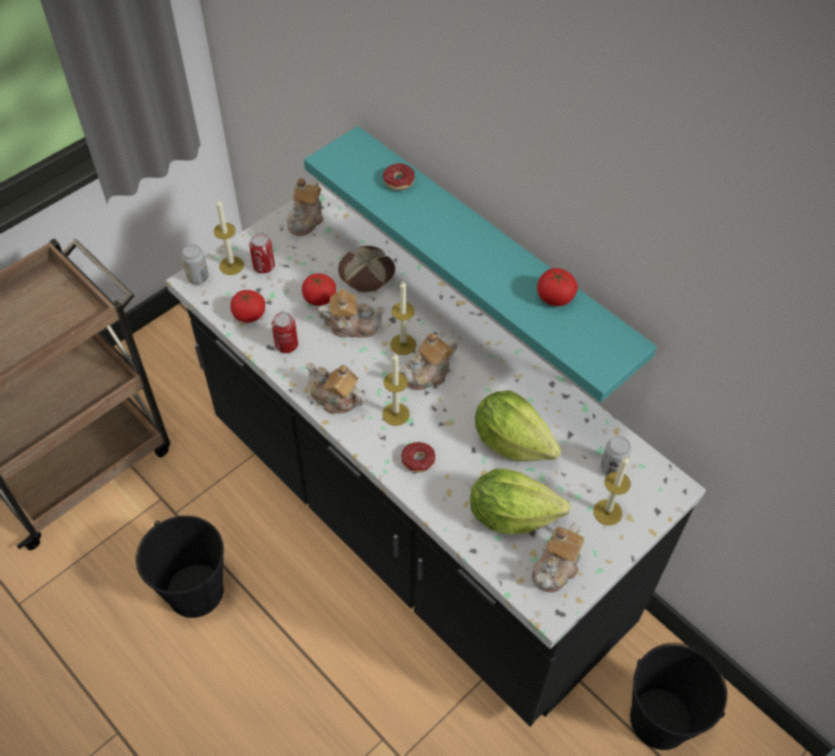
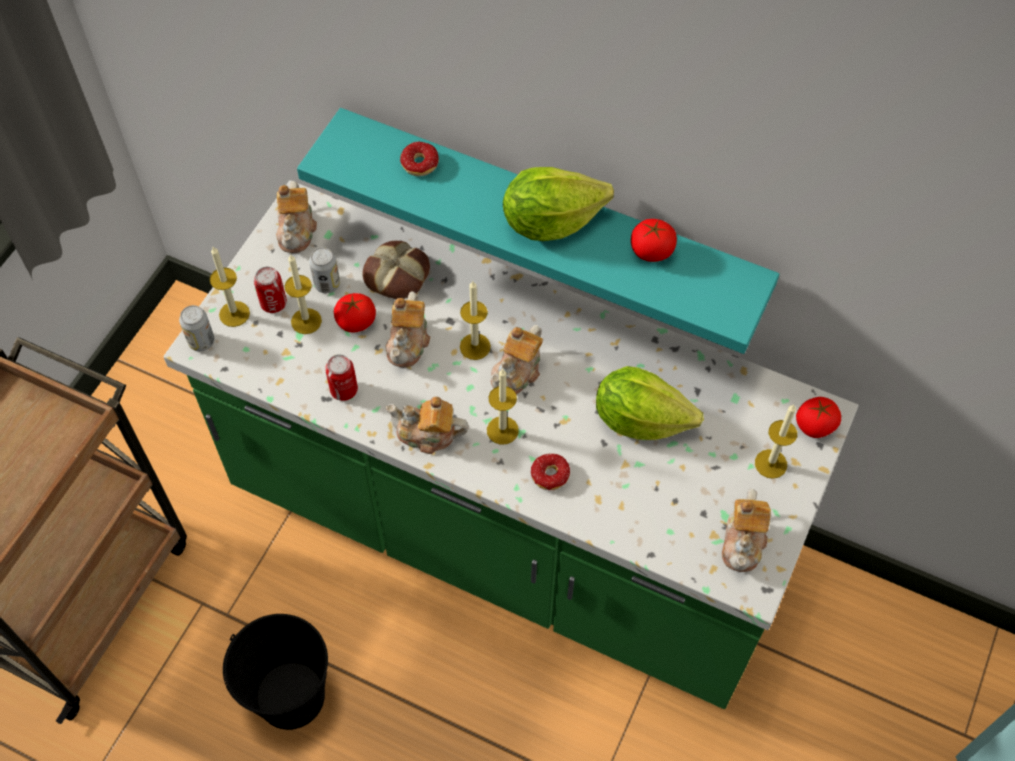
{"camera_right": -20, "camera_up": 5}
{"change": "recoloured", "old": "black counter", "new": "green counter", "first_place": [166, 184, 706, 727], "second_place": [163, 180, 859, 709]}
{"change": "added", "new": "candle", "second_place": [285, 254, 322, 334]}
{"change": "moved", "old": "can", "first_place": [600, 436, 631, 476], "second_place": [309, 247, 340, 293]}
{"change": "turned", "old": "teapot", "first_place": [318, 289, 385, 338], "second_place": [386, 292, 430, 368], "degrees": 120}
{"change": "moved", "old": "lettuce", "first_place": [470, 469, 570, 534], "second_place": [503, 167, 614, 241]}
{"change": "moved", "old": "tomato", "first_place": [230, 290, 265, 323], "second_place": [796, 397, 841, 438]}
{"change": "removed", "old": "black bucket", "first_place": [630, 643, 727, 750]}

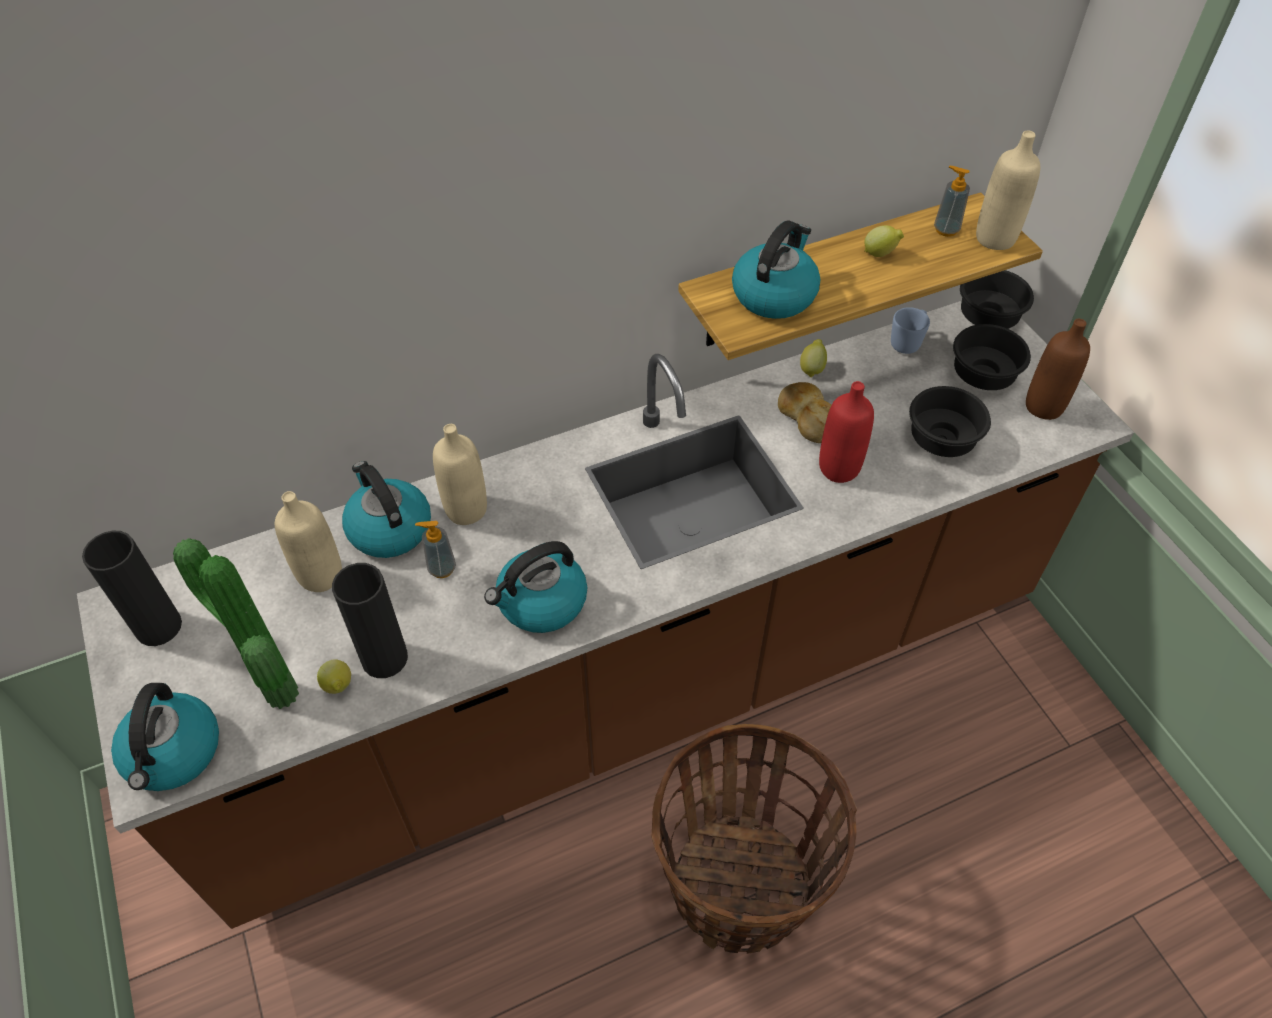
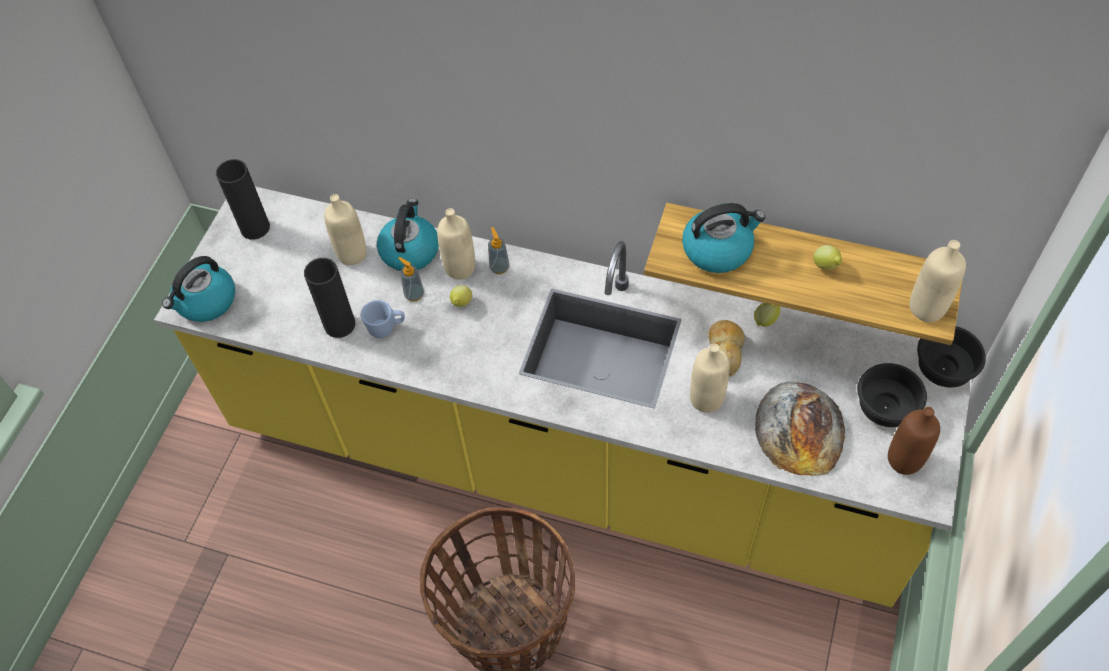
{"camera_right": 45, "camera_up": 5}
{"change": "recoloured", "old": "brown counter", "new": "yellow counter", "first_place": [77, 301, 1134, 929], "second_place": [154, 187, 972, 607]}
{"change": "moved", "old": "blue mug", "first_place": [891, 307, 930, 354], "second_place": [361, 300, 405, 338]}
{"change": "moved", "old": "lemon", "first_place": [317, 659, 351, 694], "second_place": [450, 285, 472, 307]}
{"change": "moved", "old": "soap dispenser", "first_place": [934, 166, 970, 237], "second_place": [488, 227, 510, 274]}
{"change": "recoloured", "old": "red bottle", "new": "beige bottle", "first_place": [819, 381, 874, 483], "second_place": [690, 344, 730, 413]}
{"change": "replaced", "old": "black bowl", "new": "bread", "first_place": [909, 386, 991, 457], "second_place": [755, 381, 845, 476]}
{"change": "removed", "old": "potted plant", "first_place": [173, 538, 299, 709]}
{"change": "removed", "old": "kettle", "first_place": [484, 541, 587, 633]}

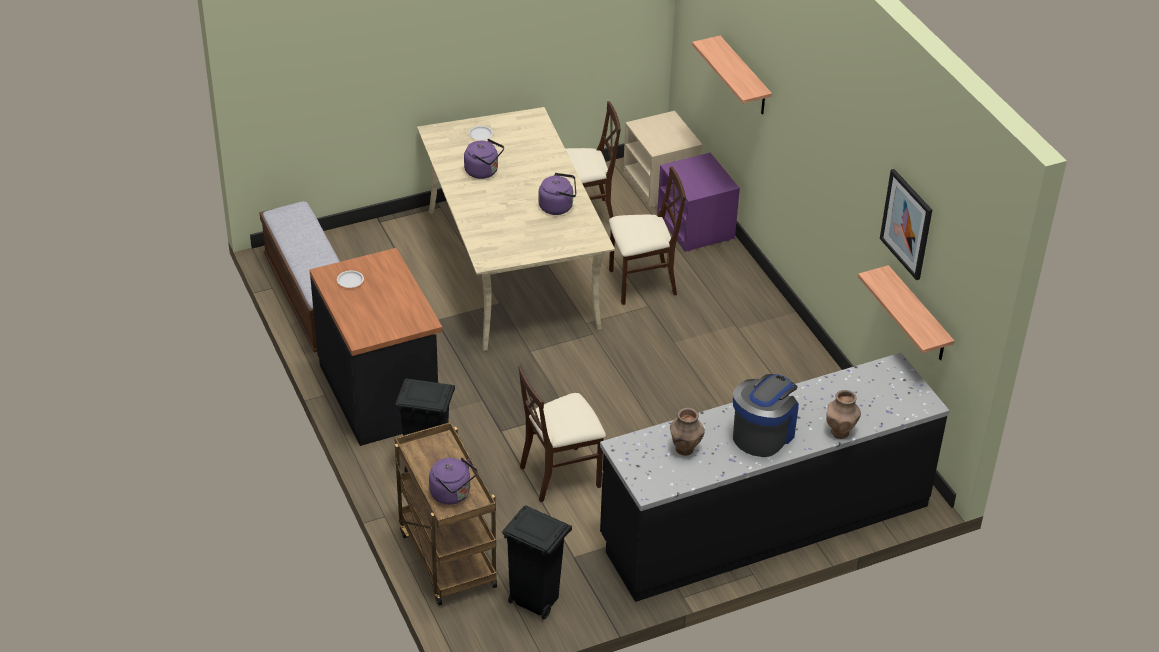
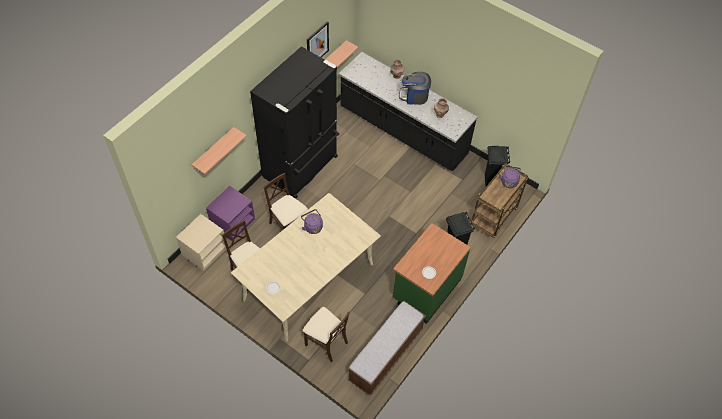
{"camera_right": -120, "camera_up": 15}
{"change": "added", "new": "black fridge", "second_place": [250, 46, 339, 199]}
{"change": "moved", "old": "beige chair", "first_place": [518, 365, 606, 502], "second_place": [302, 307, 350, 362]}
{"change": "recoloured", "old": "black counter", "new": "green counter", "first_place": [310, 248, 442, 446], "second_place": [393, 223, 471, 324]}
{"change": "removed", "old": "purple kettle", "first_place": [464, 139, 504, 179]}

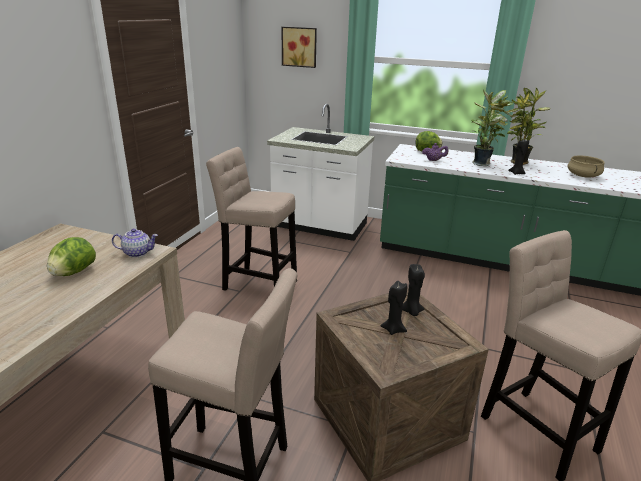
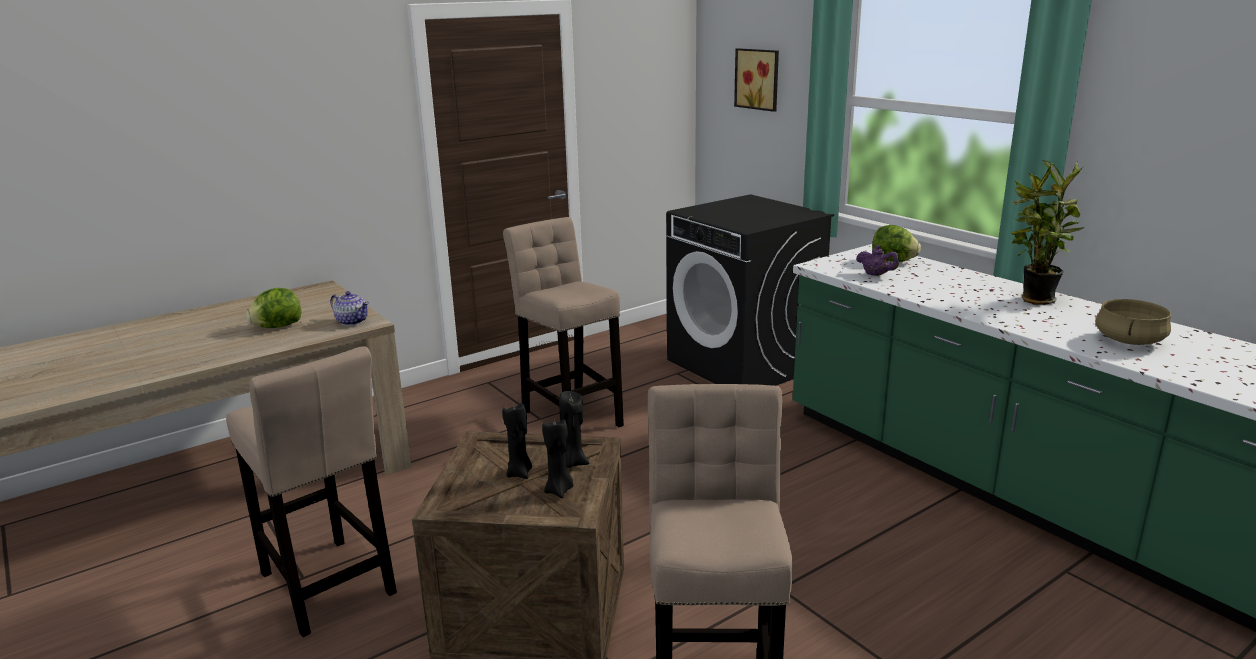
{"camera_right": 35, "camera_up": -5}
{"change": "moved", "old": "black candle", "first_place": [508, 139, 529, 175], "second_place": [542, 419, 574, 498]}
{"change": "replaced", "old": "white counter", "new": "black washing machine", "first_place": [267, 104, 374, 241], "second_place": [666, 194, 834, 386]}
{"change": "removed", "old": "potted plant", "first_place": [471, 90, 515, 166]}

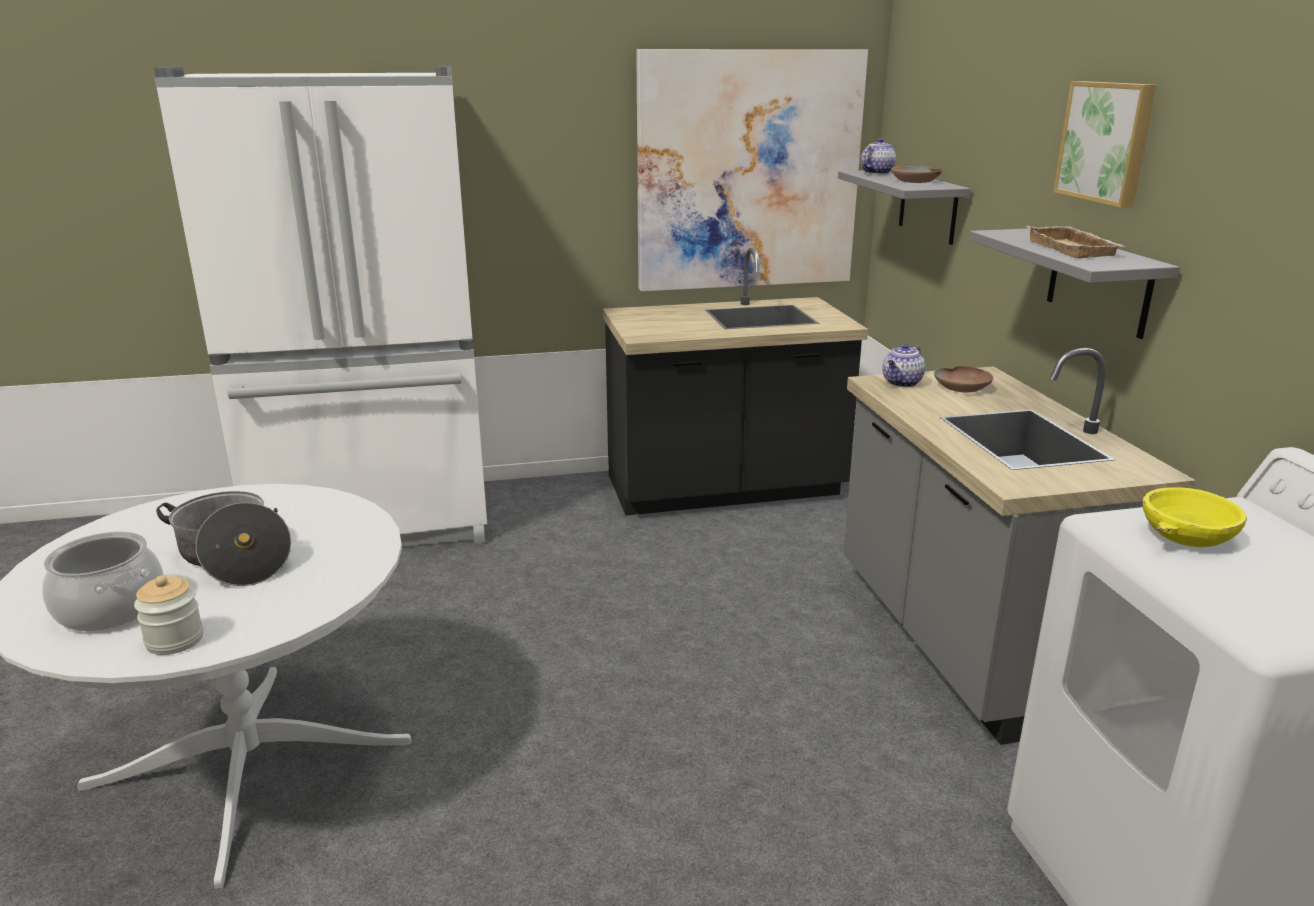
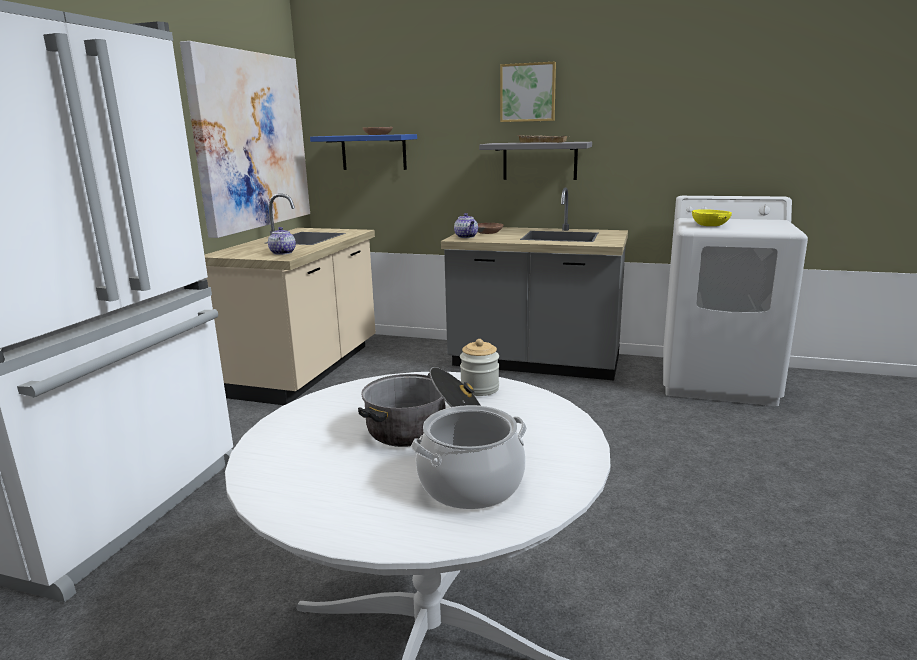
{"camera_right": -60, "camera_up": -5}
{"change": "recoloured", "old": "black counter", "new": "beige counter", "first_place": [603, 248, 868, 516], "second_place": [205, 193, 376, 405]}
{"change": "moved", "old": "teapot", "first_place": [861, 138, 896, 174], "second_place": [268, 227, 296, 255]}
{"change": "recoloured", "old": "grey shelf", "new": "blue shelf", "first_place": [838, 170, 971, 245], "second_place": [310, 134, 417, 170]}
{"change": "moved", "old": "jar", "first_place": [134, 576, 203, 655], "second_place": [460, 339, 499, 396]}

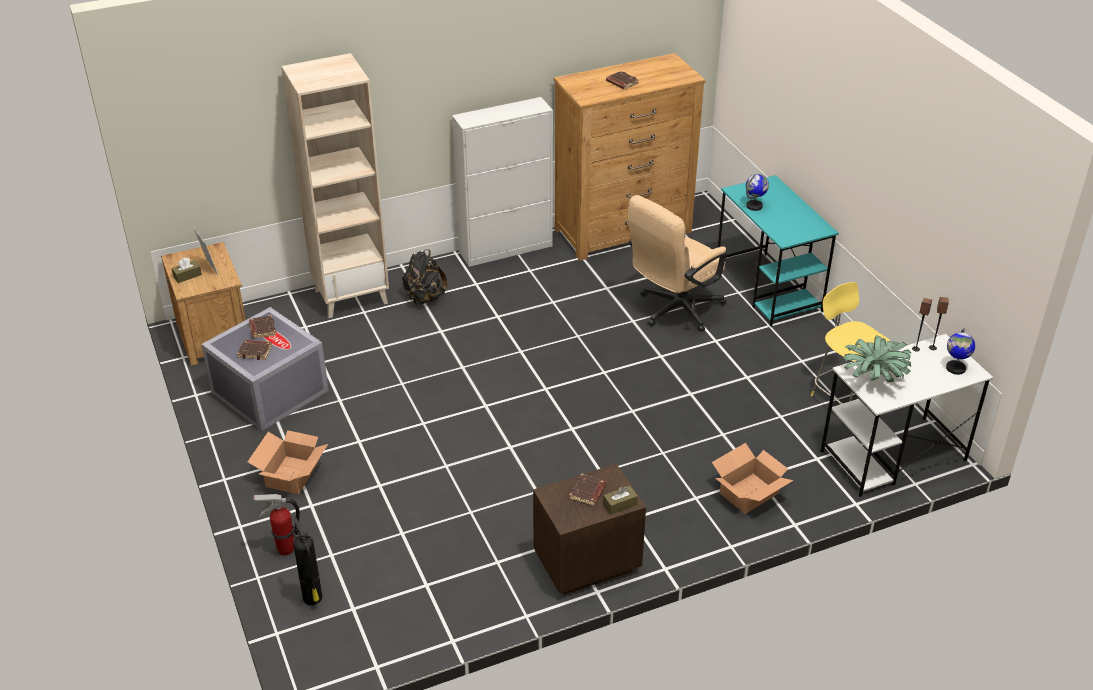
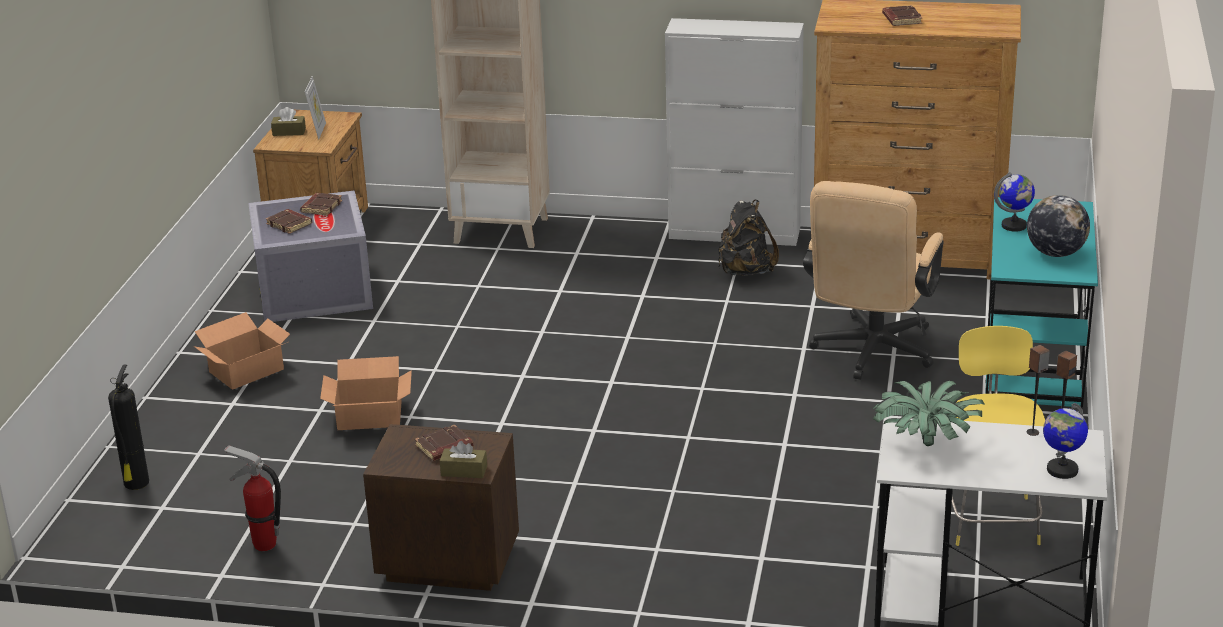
{"camera_right": 35, "camera_up": -10}
{"change": "moved", "old": "fire extinguisher", "first_place": [254, 494, 300, 555], "second_place": [224, 445, 281, 551]}
{"change": "moved", "old": "cardboard box", "first_place": [712, 443, 794, 514], "second_place": [320, 356, 412, 430]}
{"change": "moved", "old": "black backpack", "first_place": [402, 249, 448, 305], "second_place": [718, 200, 779, 275]}
{"change": "turned", "old": "beige office chair", "first_place": [628, 195, 726, 331], "second_place": [803, 181, 944, 380], "degrees": -60}
{"change": "added", "new": "globe", "second_place": [1027, 195, 1090, 257]}

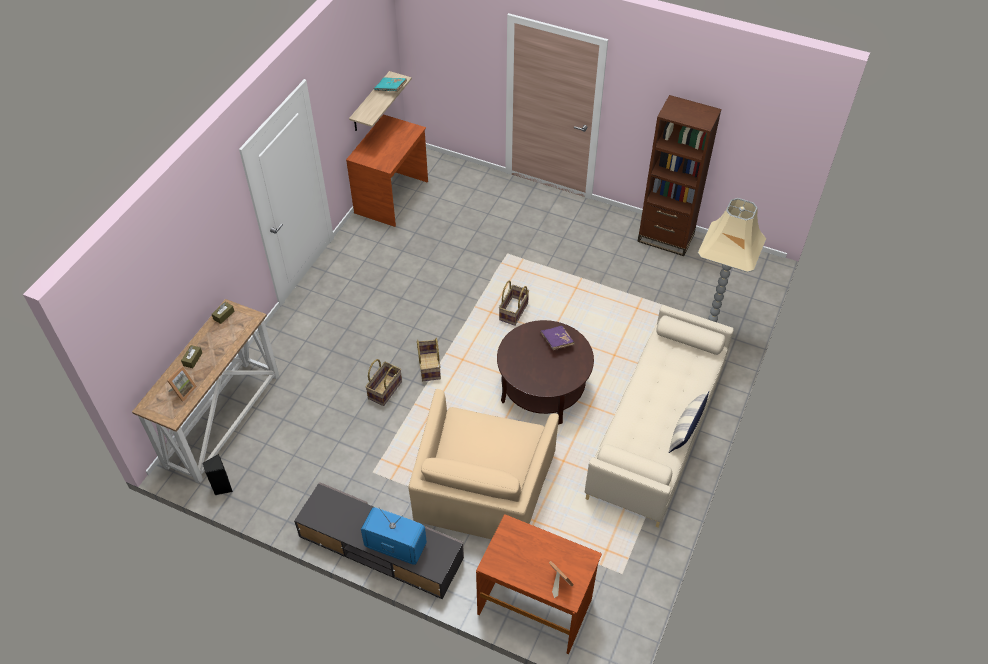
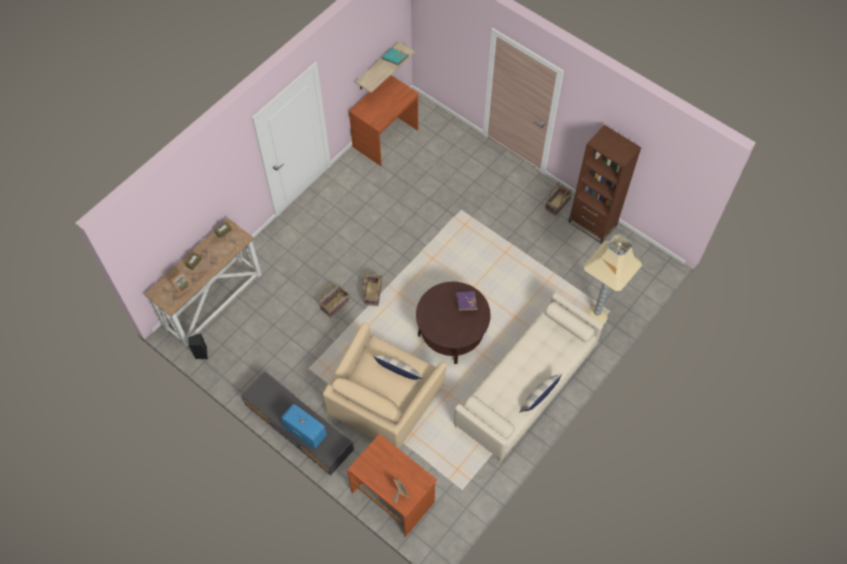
{"camera_right": 15, "camera_up": 10}
{"change": "added", "new": "pillow", "second_place": [373, 355, 423, 380]}
{"change": "moved", "old": "basket", "first_place": [499, 281, 529, 326], "second_place": [545, 182, 572, 216]}

